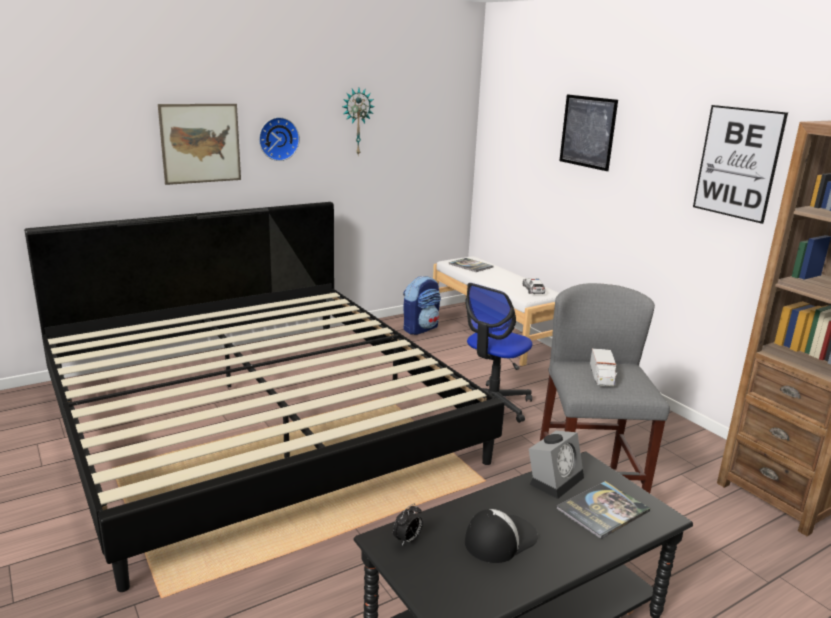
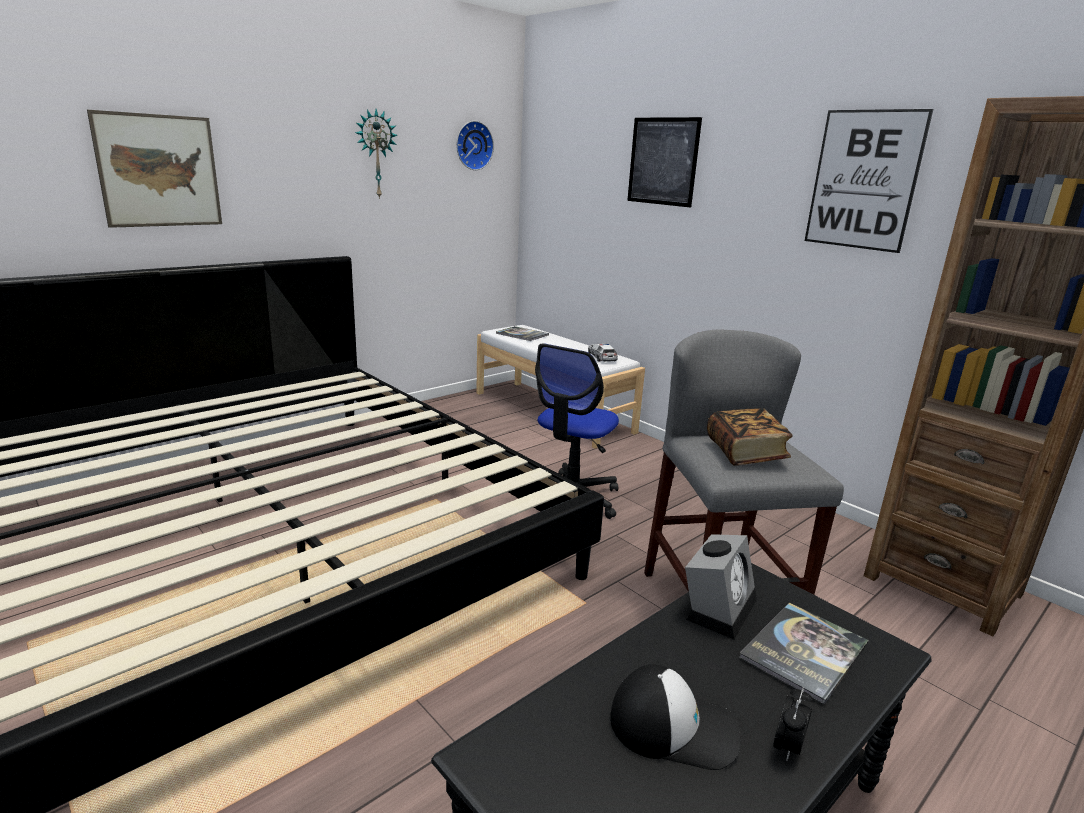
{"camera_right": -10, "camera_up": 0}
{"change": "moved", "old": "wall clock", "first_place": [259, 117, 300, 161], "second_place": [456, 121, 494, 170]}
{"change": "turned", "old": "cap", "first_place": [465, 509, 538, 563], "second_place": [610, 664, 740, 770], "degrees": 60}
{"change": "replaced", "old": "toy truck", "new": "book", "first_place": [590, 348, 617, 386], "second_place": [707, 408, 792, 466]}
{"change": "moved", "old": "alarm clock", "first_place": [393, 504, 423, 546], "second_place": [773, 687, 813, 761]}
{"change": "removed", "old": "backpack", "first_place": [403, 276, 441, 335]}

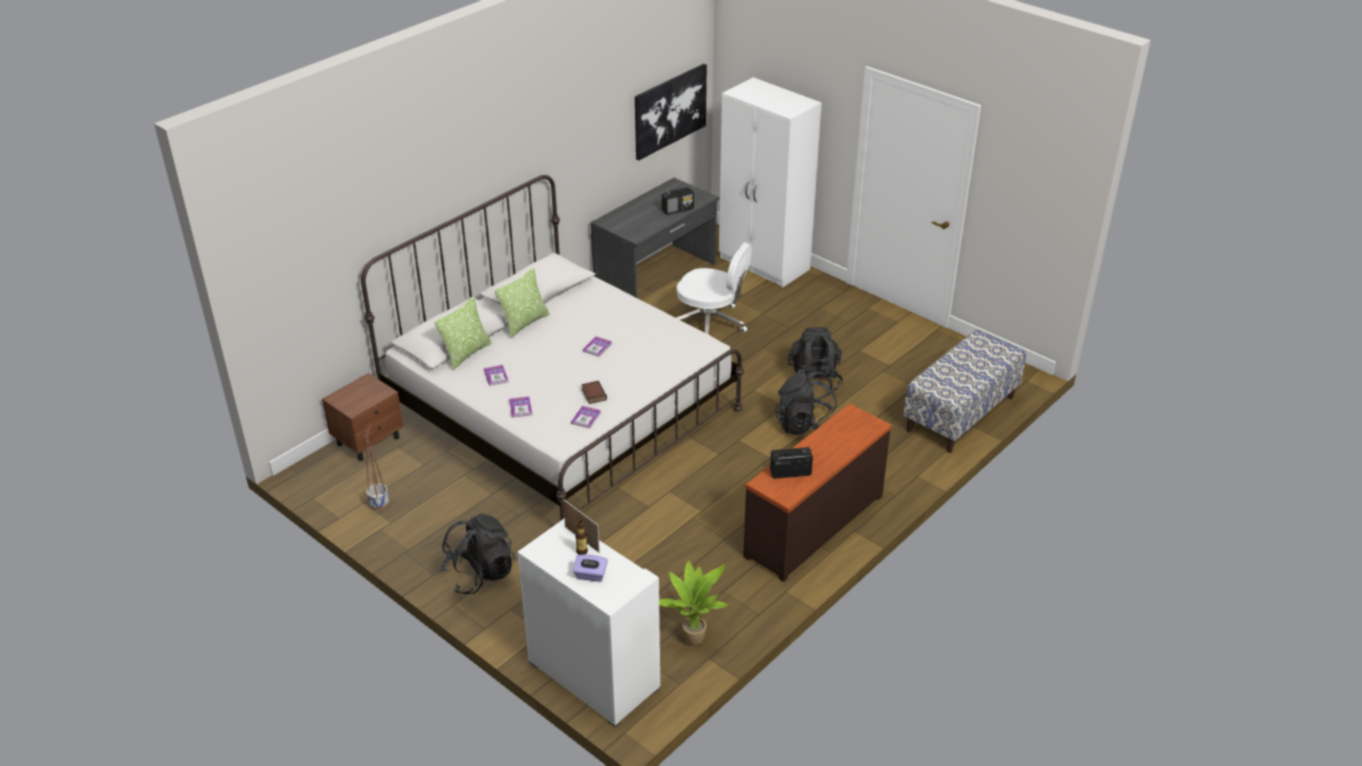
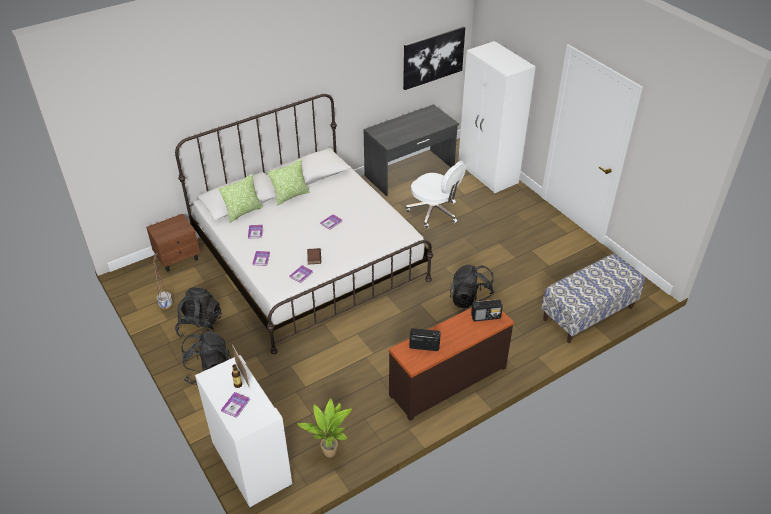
{"camera_right": 15, "camera_up": 5}
{"change": "moved", "old": "black backpack", "first_place": [788, 327, 843, 391], "second_place": [175, 287, 222, 337]}
{"change": "replaced", "old": "purple tissue box", "new": "book", "first_place": [573, 554, 608, 582], "second_place": [221, 392, 250, 418]}
{"change": "moved", "old": "radio", "first_place": [662, 188, 694, 215], "second_place": [471, 299, 503, 322]}

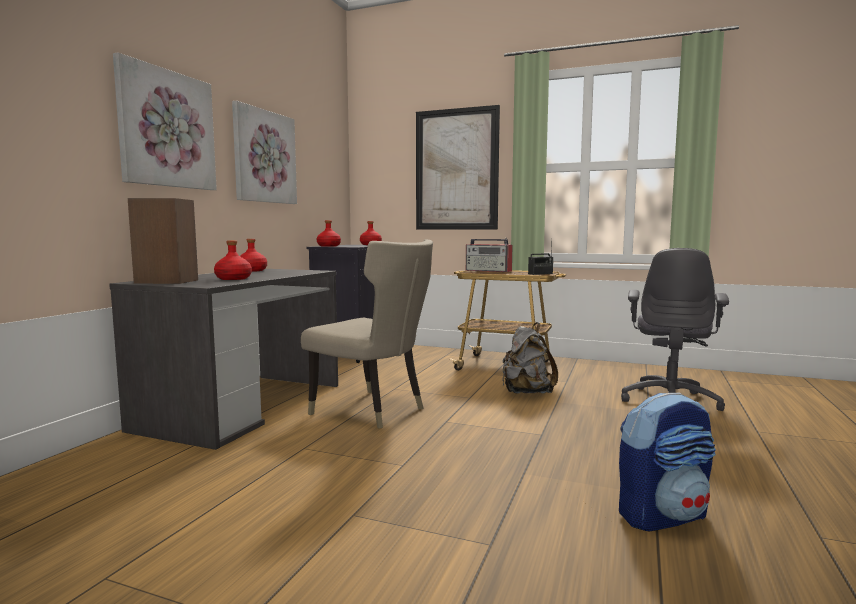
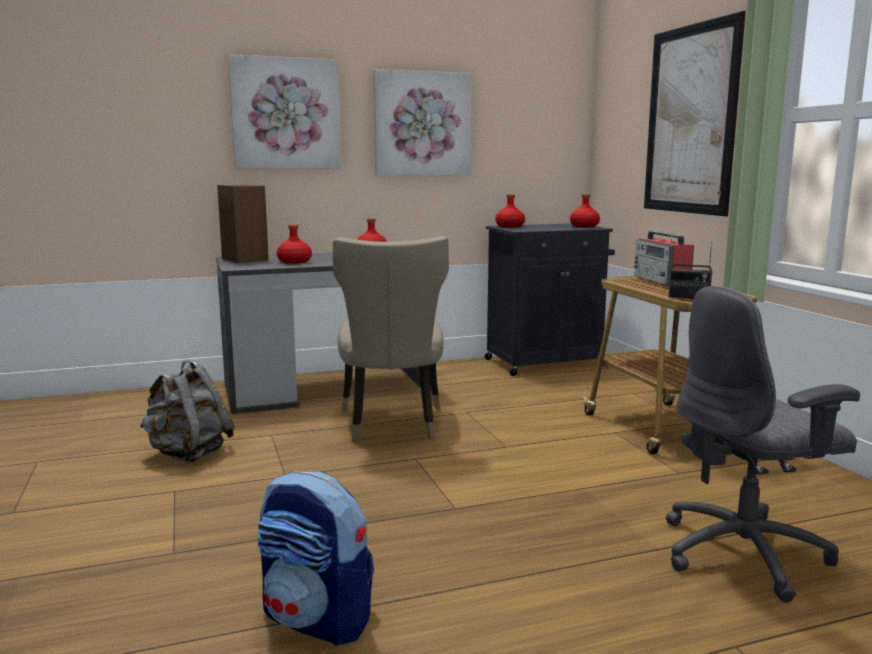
{"camera_right": 50, "camera_up": 5}
{"change": "moved", "old": "grey backpack", "first_place": [502, 322, 558, 394], "second_place": [140, 361, 234, 463]}

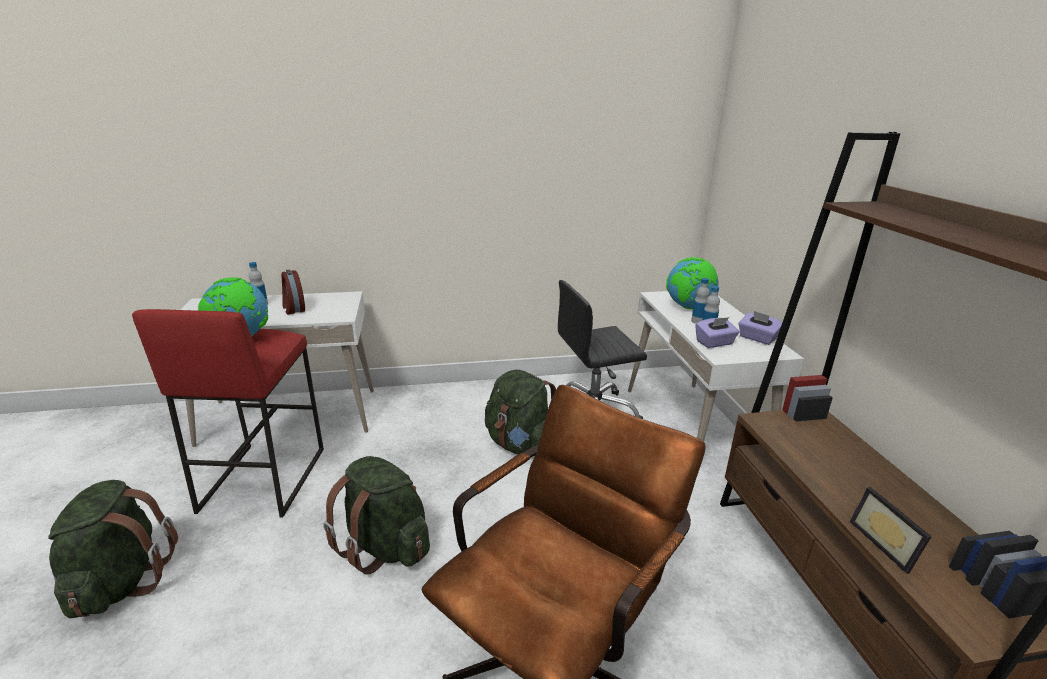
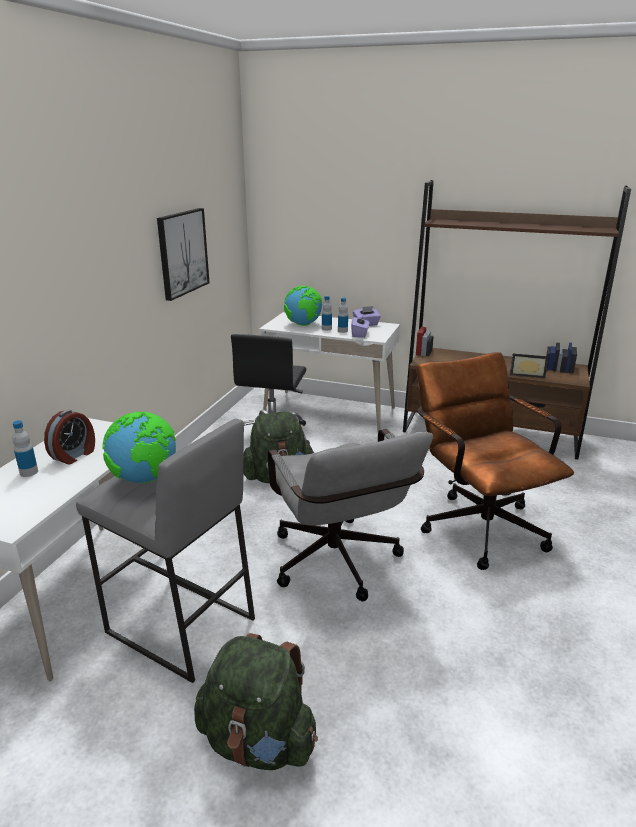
{"camera_right": -60, "camera_up": 0}
{"change": "turned", "old": "alarm clock", "first_place": [281, 270, 305, 314], "second_place": [44, 410, 95, 465], "degrees": -60}
{"change": "recoloured", "old": "red stool", "new": "grey stool", "first_place": [132, 309, 324, 518], "second_place": [76, 419, 255, 683]}
{"change": "added", "new": "picture", "second_place": [157, 208, 210, 301]}
{"change": "replaced", "old": "green backpack", "new": "grey office chair", "first_place": [323, 456, 430, 575], "second_place": [266, 429, 433, 601]}

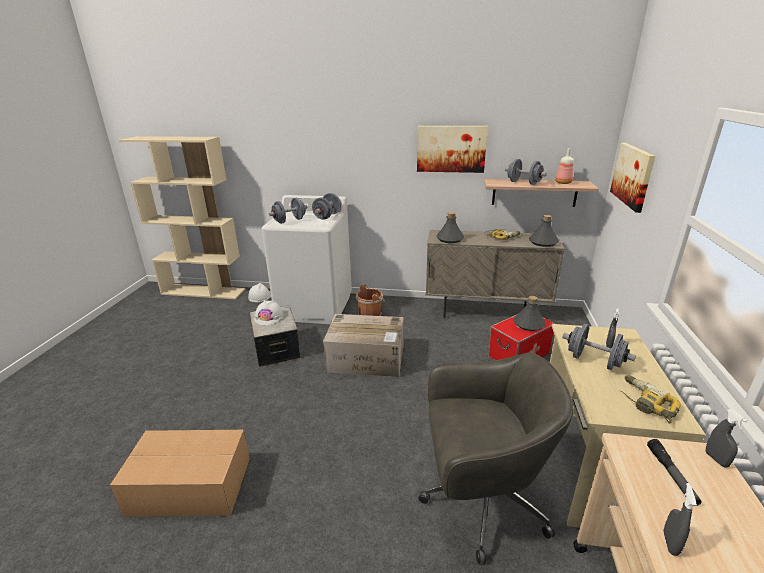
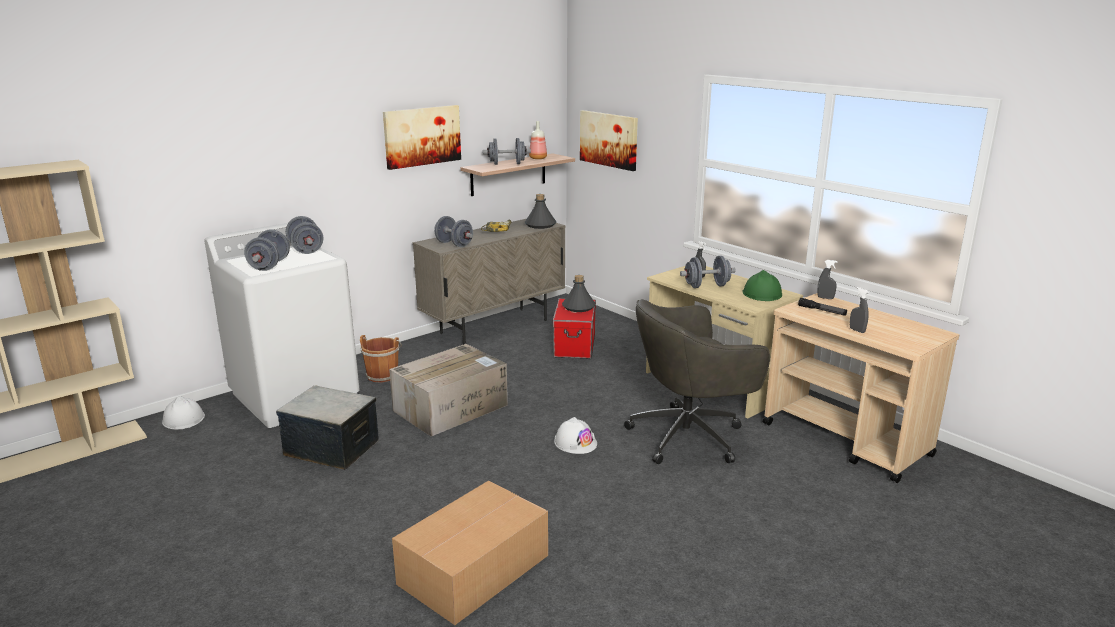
{"camera_right": -50, "camera_up": -5}
{"change": "replaced", "old": "grey bottle", "new": "grey dumbbell", "first_place": [436, 212, 464, 243], "second_place": [434, 216, 473, 247]}
{"change": "moved", "old": "white hard hat", "first_place": [254, 300, 284, 325], "second_place": [554, 417, 597, 454]}
{"change": "turned", "old": "grey office chair", "first_place": [418, 353, 573, 564], "second_place": [624, 299, 770, 464], "degrees": -150}
{"change": "replaced", "old": "power drill", "new": "green hard hat", "first_place": [620, 375, 681, 424], "second_place": [742, 270, 782, 301]}

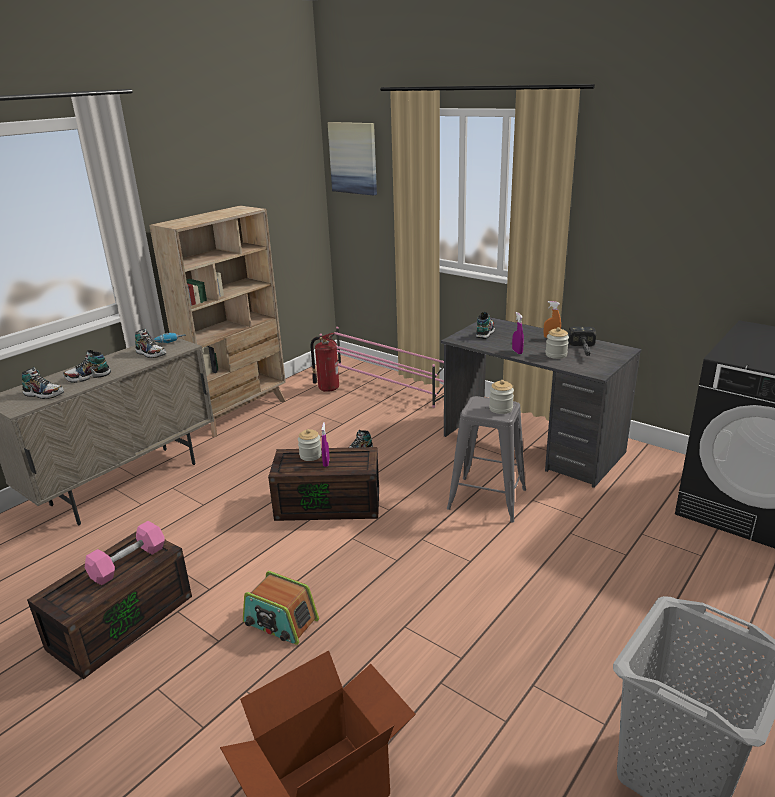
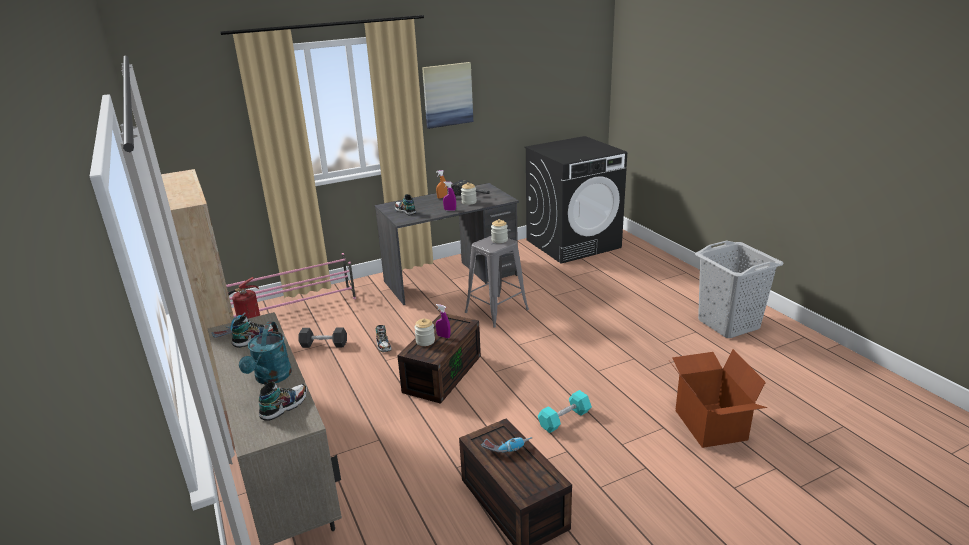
{"camera_right": -65, "camera_up": 0}
{"change": "replaced", "old": "shoe", "new": "turquoise watering can", "first_place": [63, 350, 111, 383], "second_place": [239, 322, 292, 384]}
{"change": "added", "new": "black dumbbell", "second_place": [298, 327, 347, 348]}
{"change": "moved", "old": "picture", "first_place": [328, 122, 377, 196], "second_place": [422, 62, 473, 129]}
{"change": "replaced", "old": "pink dumbbell", "new": "power drill", "first_place": [85, 521, 165, 585], "second_place": [482, 437, 532, 453]}
{"change": "replaced", "old": "radio", "new": "turquoise dumbbell", "first_place": [243, 571, 319, 645], "second_place": [538, 390, 592, 433]}

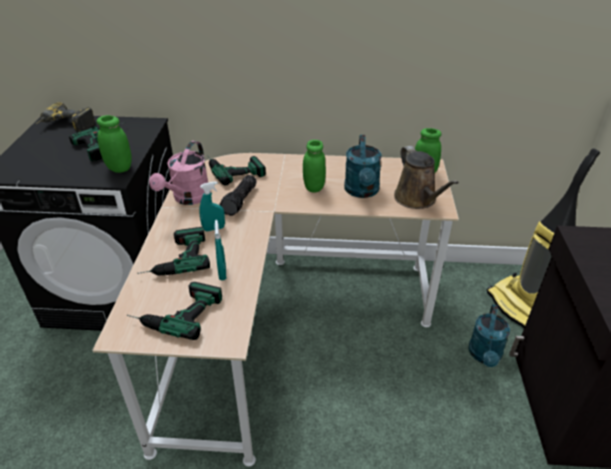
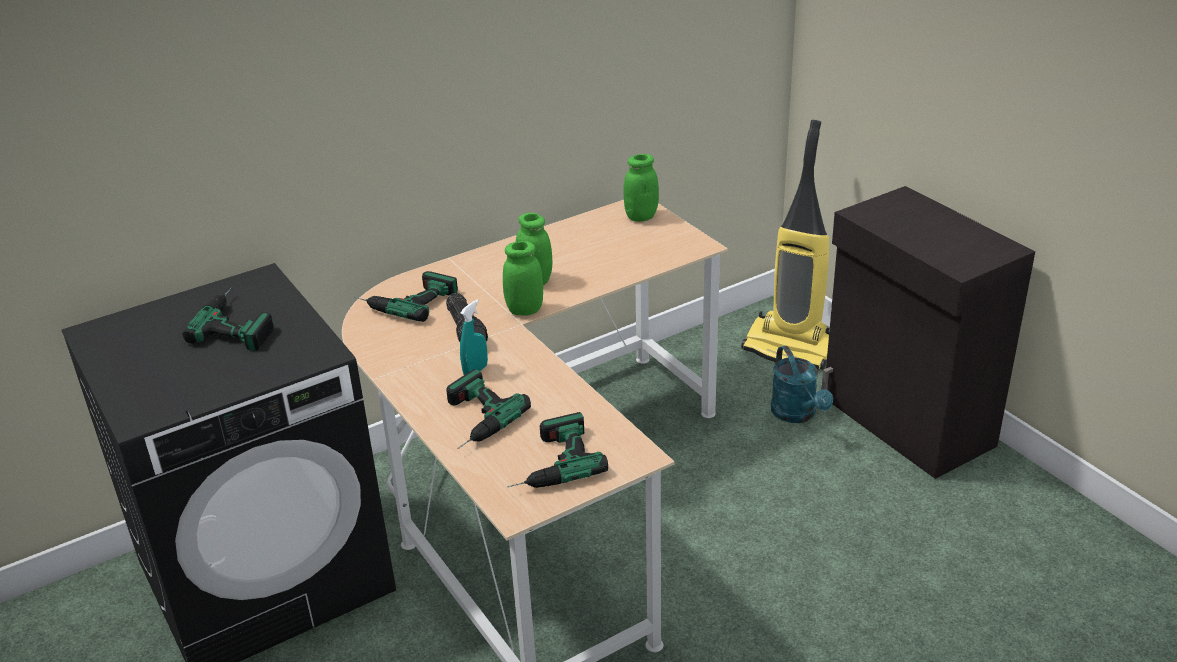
{"camera_right": -35, "camera_up": -5}
{"change": "moved", "old": "green jar", "first_place": [97, 115, 131, 173], "second_place": [503, 241, 543, 316]}
{"change": "removed", "old": "power drill", "first_place": [36, 102, 95, 132]}
{"change": "removed", "old": "pink watering can", "first_place": [149, 141, 208, 205]}
{"change": "removed", "old": "turquoise spray bottle", "first_place": [215, 220, 226, 280]}
{"change": "removed", "old": "turquoise watering can", "first_place": [344, 135, 382, 198]}
{"change": "removed", "old": "brown watering can", "first_place": [394, 146, 459, 209]}

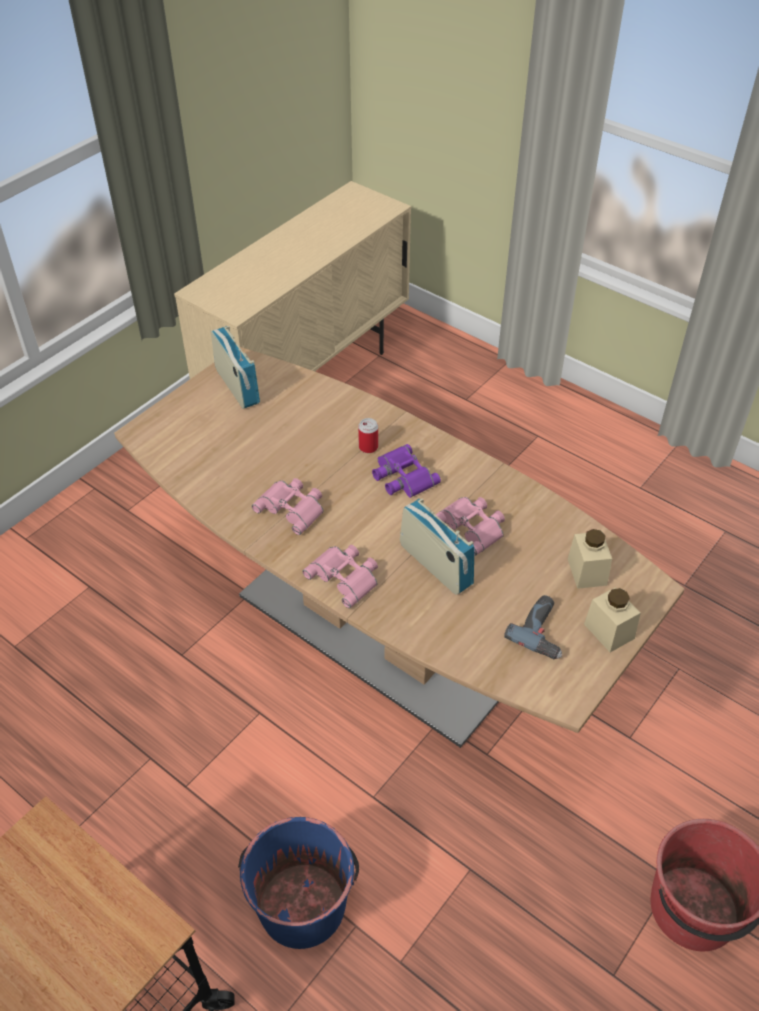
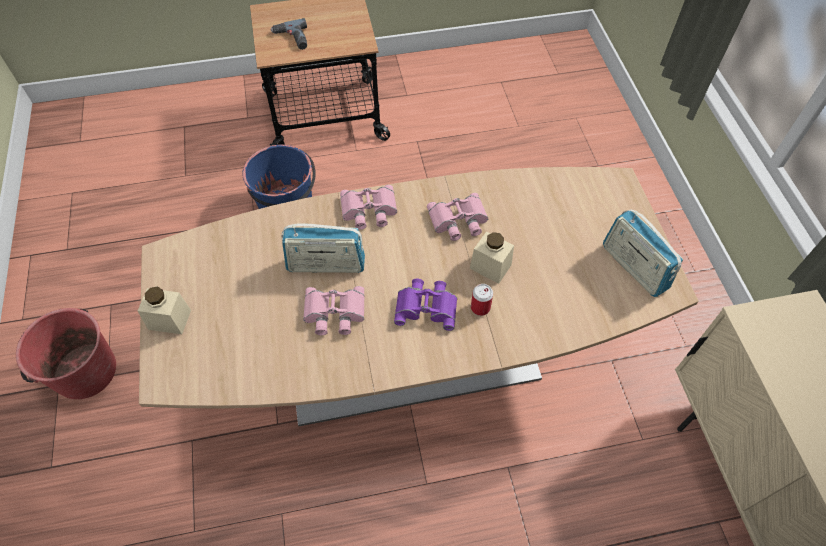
{"camera_right": 130, "camera_up": 10}
{"change": "moved", "old": "power drill", "first_place": [504, 595, 563, 659], "second_place": [270, 18, 307, 50]}
{"change": "moved", "old": "beige jar", "first_place": [568, 529, 612, 589], "second_place": [470, 232, 514, 284]}
{"change": "turned", "old": "radio", "first_place": [211, 326, 260, 409], "second_place": [603, 209, 683, 297], "degrees": 45}

